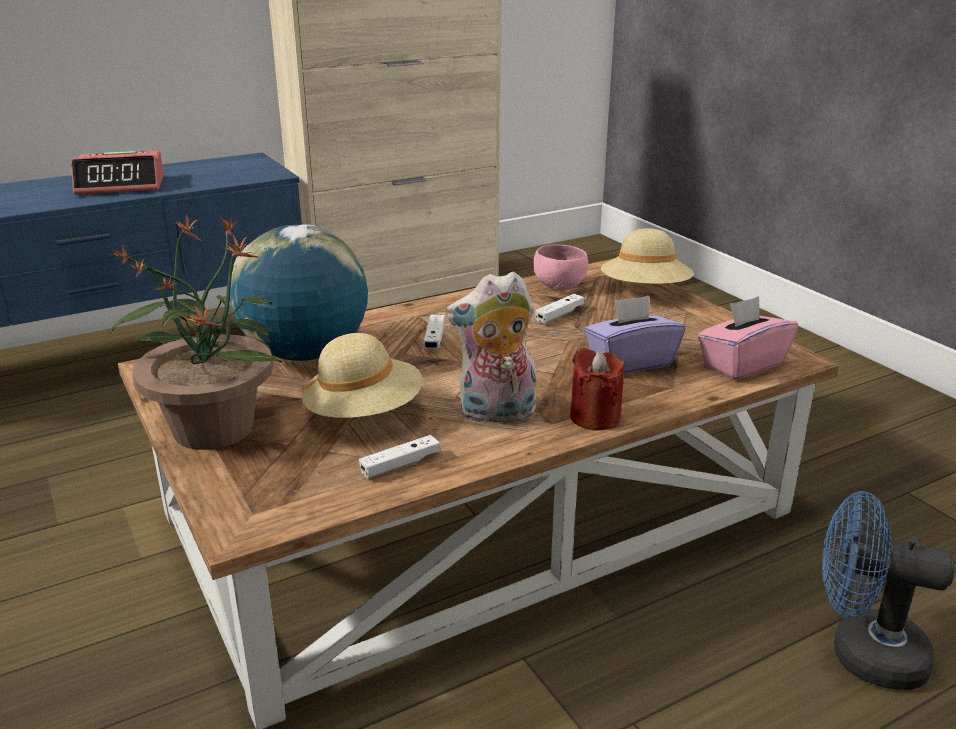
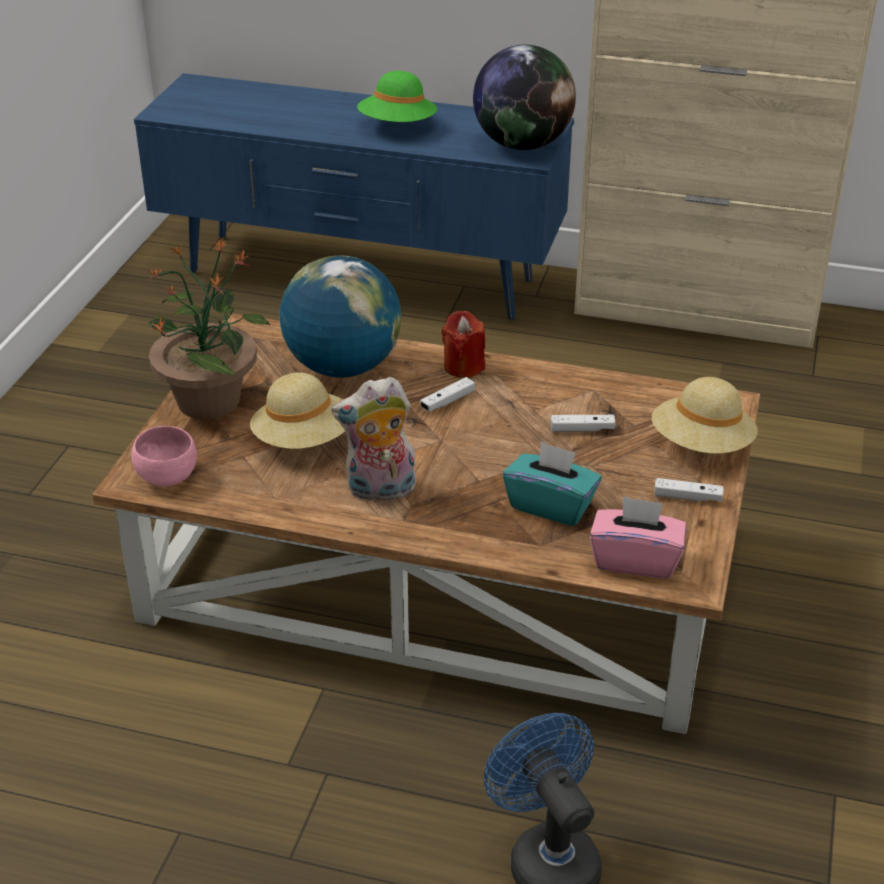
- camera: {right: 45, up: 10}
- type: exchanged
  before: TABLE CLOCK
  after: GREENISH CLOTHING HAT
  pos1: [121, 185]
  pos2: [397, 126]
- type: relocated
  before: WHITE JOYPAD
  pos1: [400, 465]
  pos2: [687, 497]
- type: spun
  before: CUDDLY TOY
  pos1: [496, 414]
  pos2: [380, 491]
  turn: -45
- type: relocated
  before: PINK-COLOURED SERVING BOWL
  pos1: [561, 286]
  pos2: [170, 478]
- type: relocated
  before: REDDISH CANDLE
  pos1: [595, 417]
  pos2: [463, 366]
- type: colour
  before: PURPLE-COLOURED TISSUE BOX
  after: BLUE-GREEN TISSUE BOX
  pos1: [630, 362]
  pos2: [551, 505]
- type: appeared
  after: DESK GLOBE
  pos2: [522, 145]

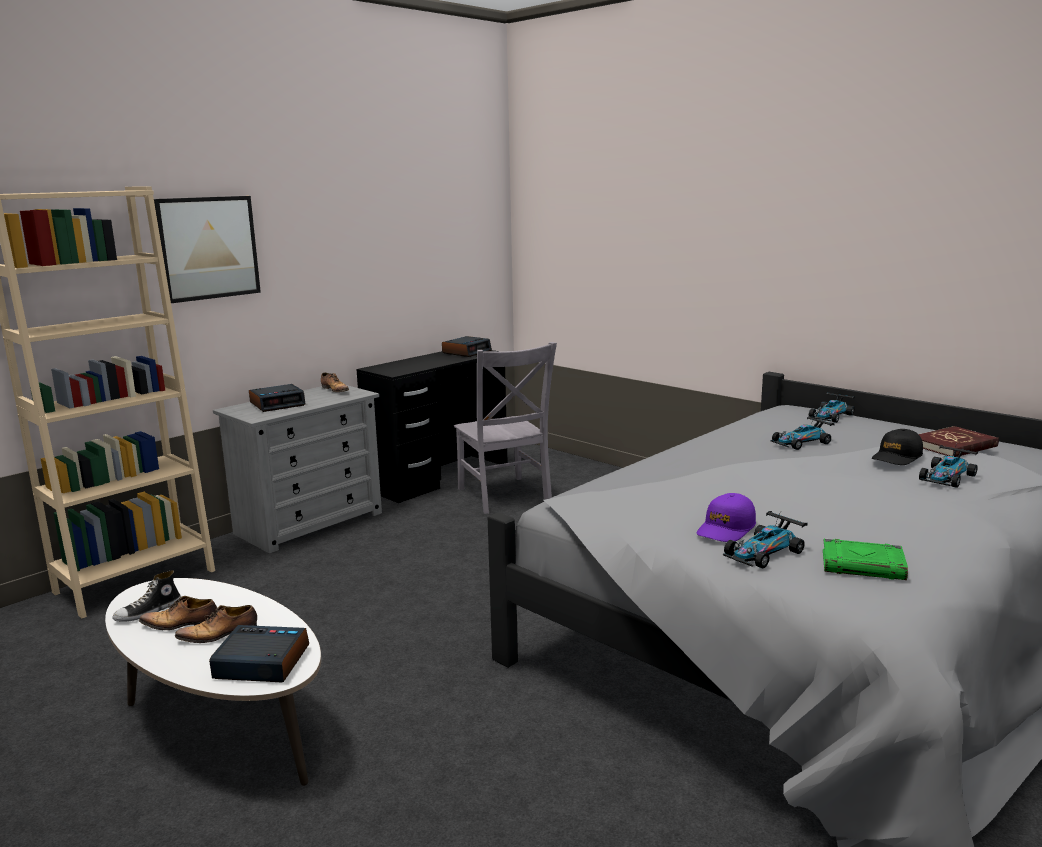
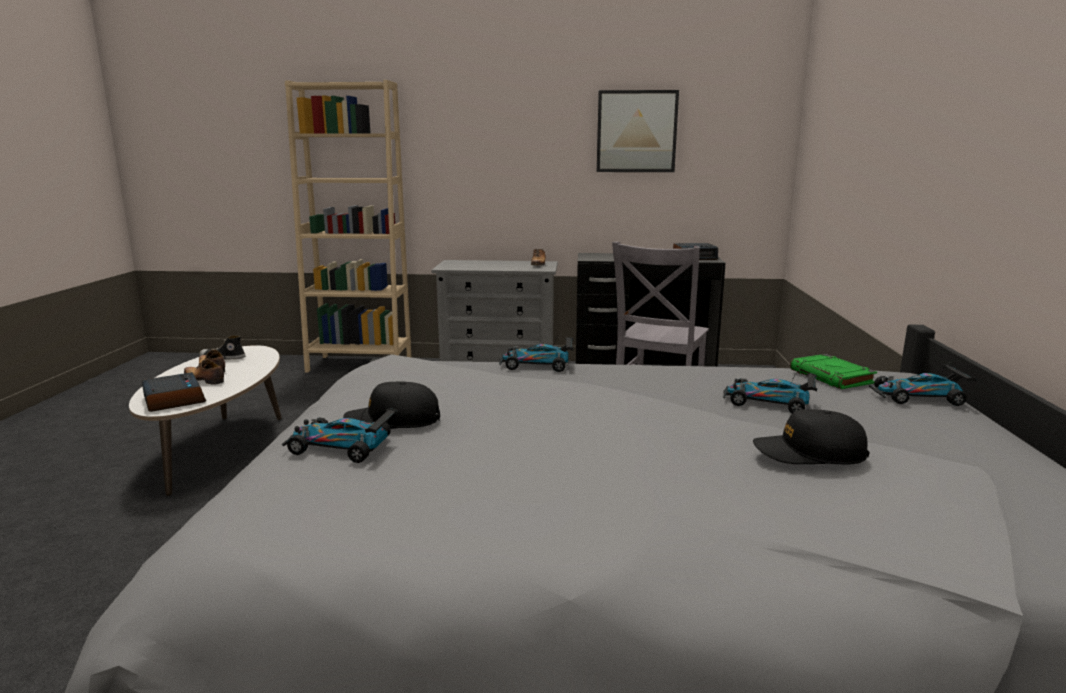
- camera: {right: 50, up: 0}
- type: relocated
  before: WALL PICTURE
  pos1: [208, 248]
  pos2: [636, 131]
- type: missing
  before: TABLE CLOCK
  pos1: [278, 404]
- type: colour
  before: PURPLE-COLOURED PEAKED CAP
  after: BLACKISH PEAKED CAP
  pos1: [726, 529]
  pos2: [393, 420]
- type: relocated
  before: GREENISH VOLUME
  pos1: [864, 565]
  pos2: [832, 377]
- type: missing
  before: REDDISH VOLUME
  pos1: [953, 445]
- type: relocated
  before: MINIATURE CAR
  pos1: [946, 477]
  pos2: [537, 365]

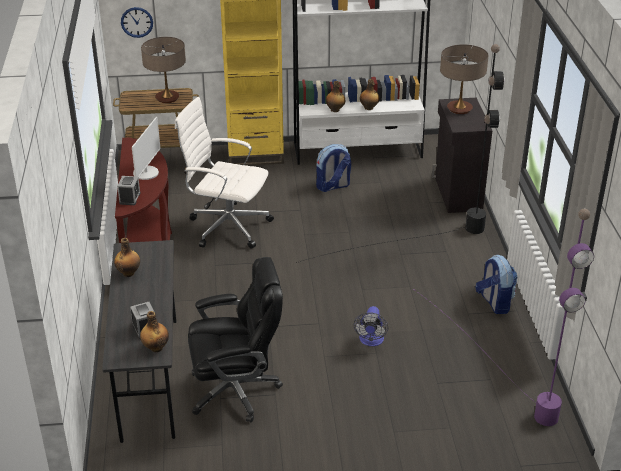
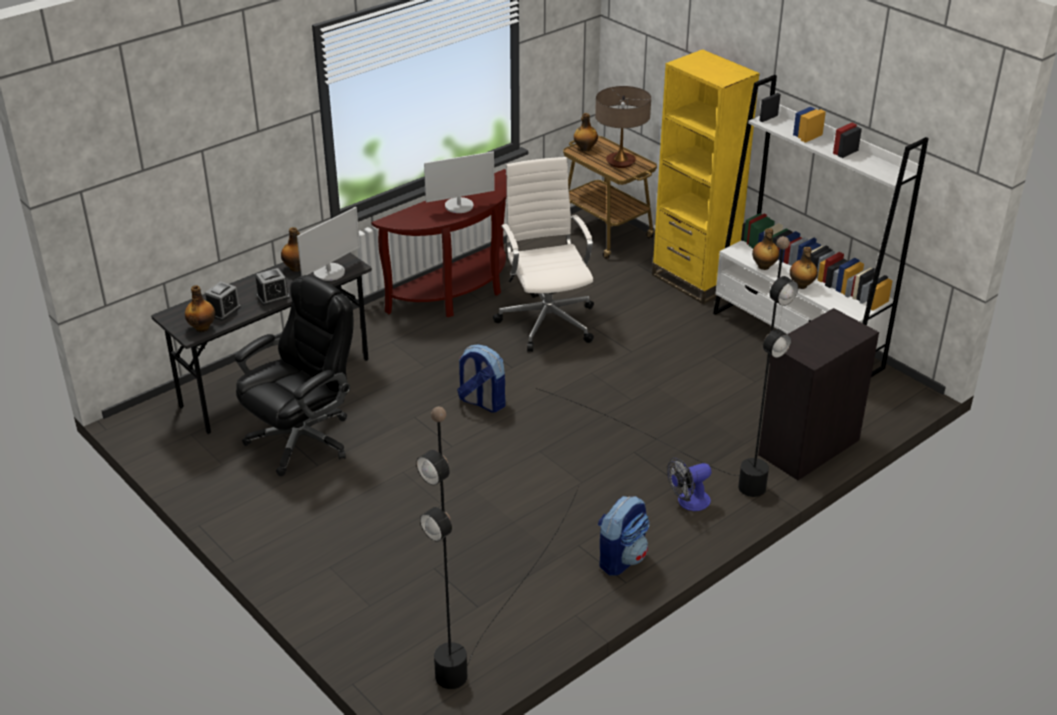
- camera: {right: 55, up: 0}
- type: relocated
  before: TABLE CLOCK
  pos1: [130, 198]
  pos2: [273, 297]
- type: missing
  before: WALL CLOCK
  pos1: [137, 22]
- type: spun
  before: BLACKISH COMPUTER CHAIR
  pos1: [236, 390]
  pos2: [303, 439]
  turn: -90
- type: relocated
  before: KNAPSACK
  pos1: [333, 186]
  pos2: [481, 402]
- type: relocated
  before: ELECTRIC FAN
  pos1: [371, 341]
  pos2: [688, 502]
- type: colour
  before: PURPLE-COLOURED STANDARD LAMP
  after: BLACKISH STANDARD LAMP
  pos1: [506, 377]
  pos2: [493, 618]
- type: missing
  before: TABLETOP LAMP
  pos1: [459, 109]
- type: appeared
  after: MONITOR
  pos2: [329, 272]
- type: appeared
  after: BOTTLE
  pos2: [585, 149]

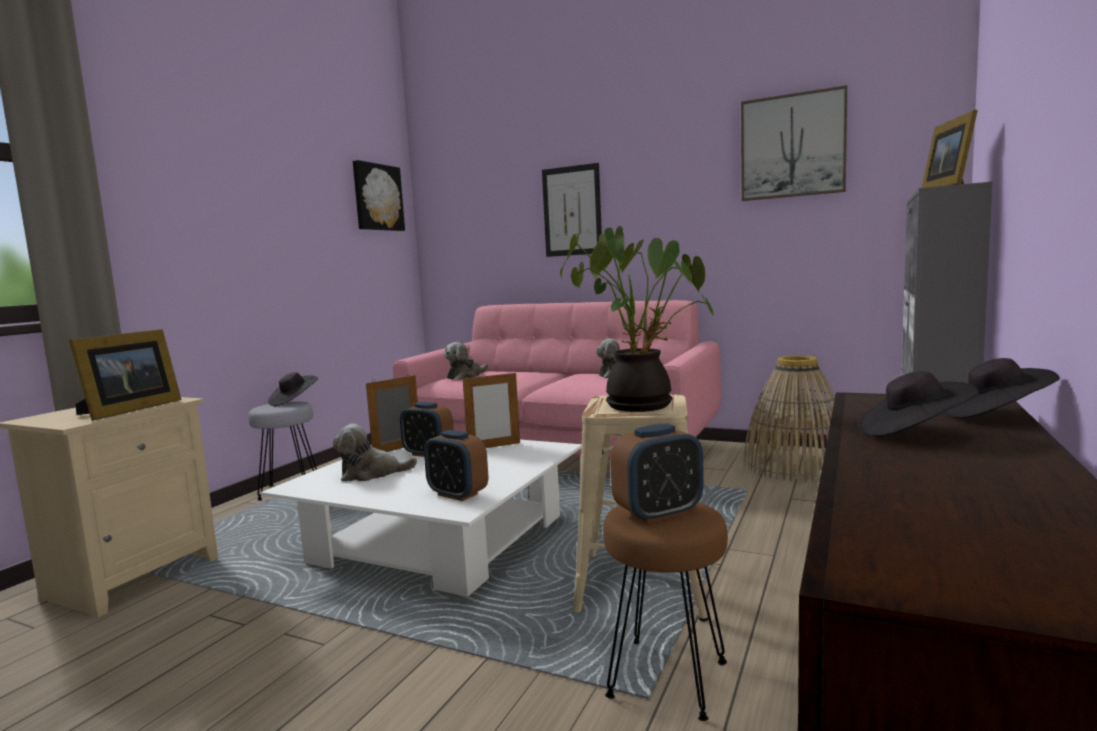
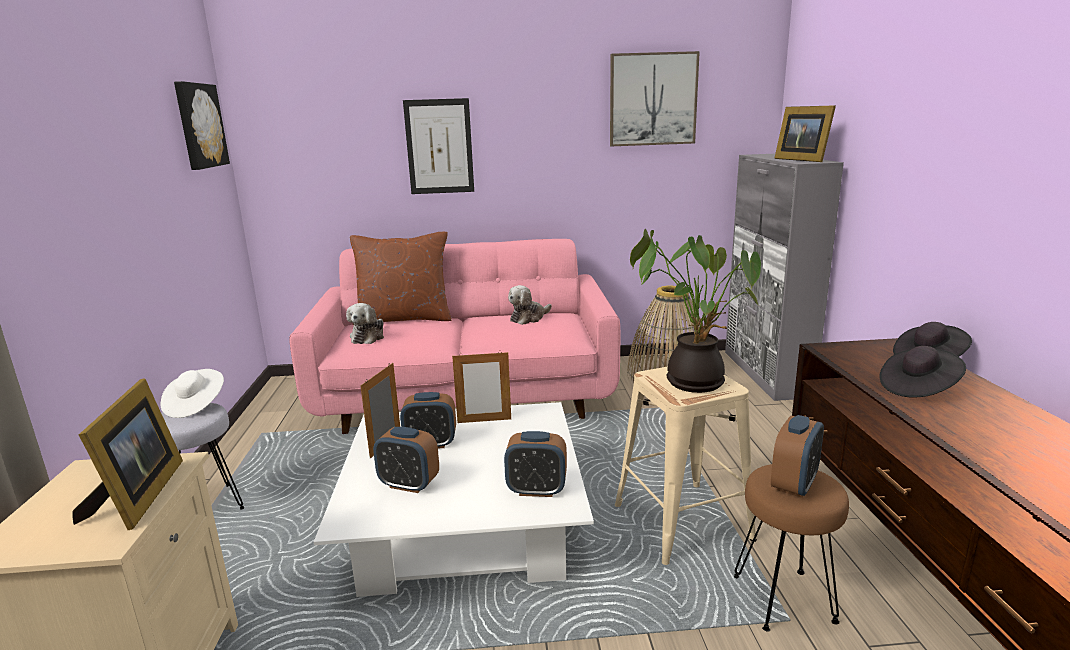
- camera: {right: -30, up: 10}
- type: colour
  before: BLACKISH CLOTHING HAT
  after: WHITE CLOTHING HAT
  pos1: [294, 401]
  pos2: [195, 405]
- type: exchanged
  before: CUDDLY TOY
  after: TABLE CLOCK
  pos1: [371, 474]
  pos2: [409, 484]
- type: spun
  before: PICTURE FRAME
  pos1: [494, 446]
  pos2: [484, 421]
  turn: 45
- type: appeared
  after: BROWN PILLOW
  pos2: [404, 318]

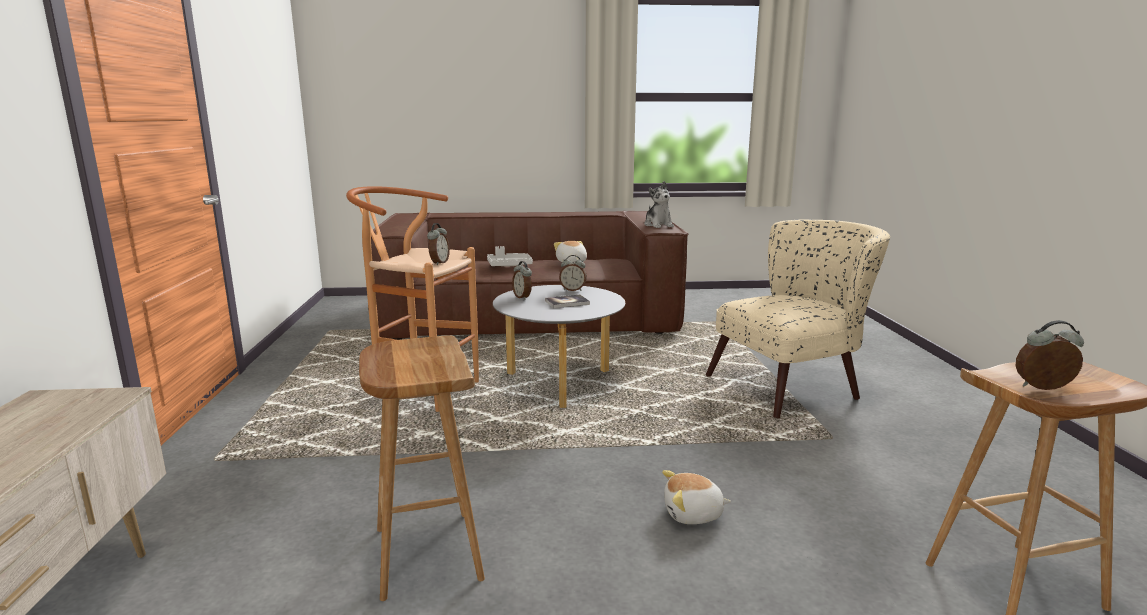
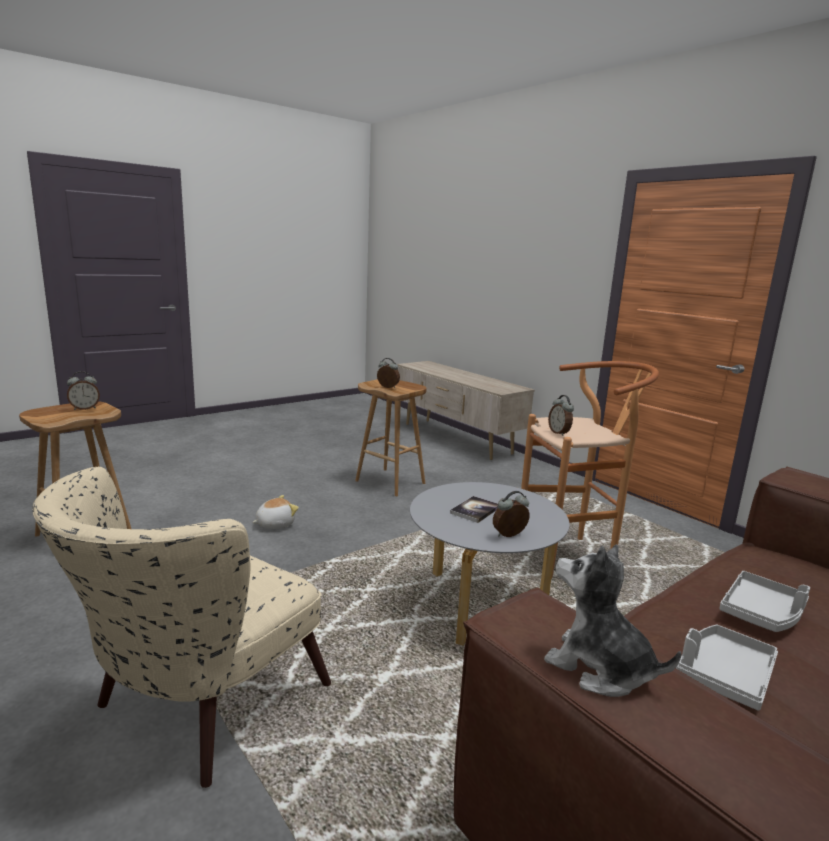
- camera: {right: 145, up: 0}
- type: relocated
  before: TABLE CLOCK
  pos1: [523, 297]
  pos2: [387, 387]
- type: exchanged
  before: CUDDLY TOY
  after: GREYISH TRAY
  pos1: [571, 262]
  pos2: [724, 674]

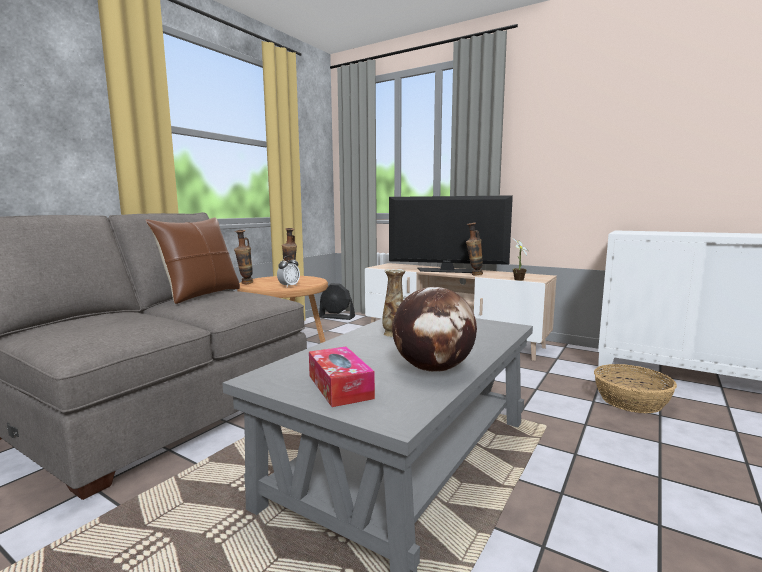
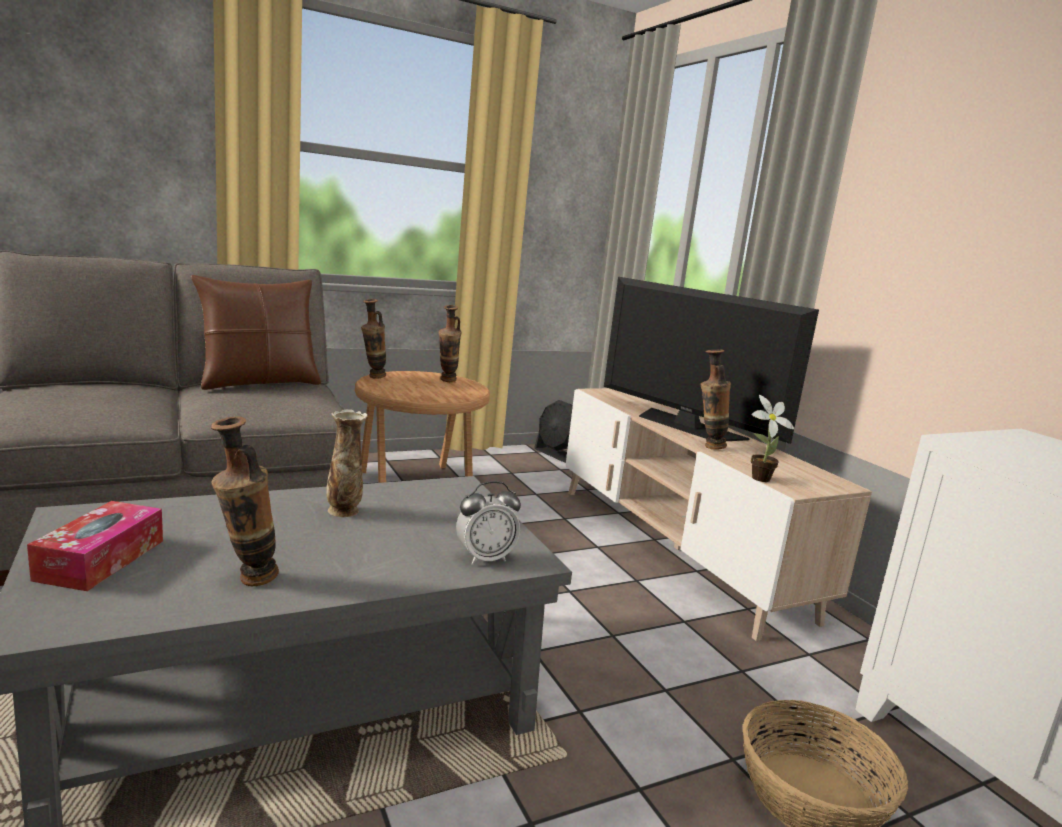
- camera: {right: 30, up: 5}
- type: relocated
  before: TABLE CLOCK
  pos1: [289, 286]
  pos2: [485, 558]
- type: exchanged
  before: DESK GLOBE
  after: DECORATIVE VASE
  pos1: [434, 369]
  pos2: [246, 581]

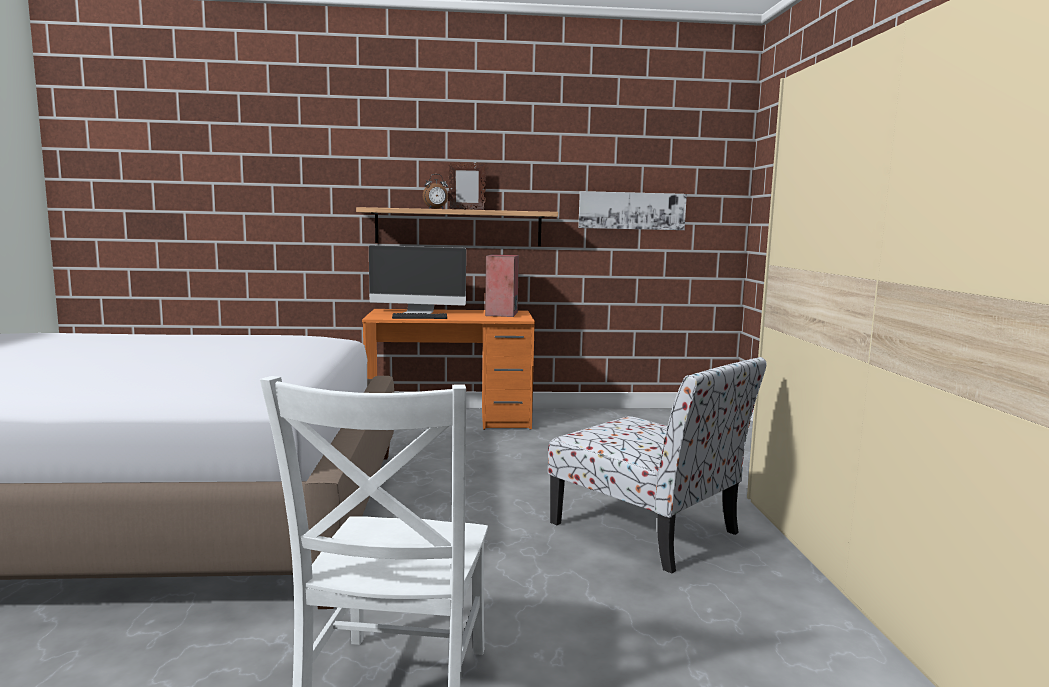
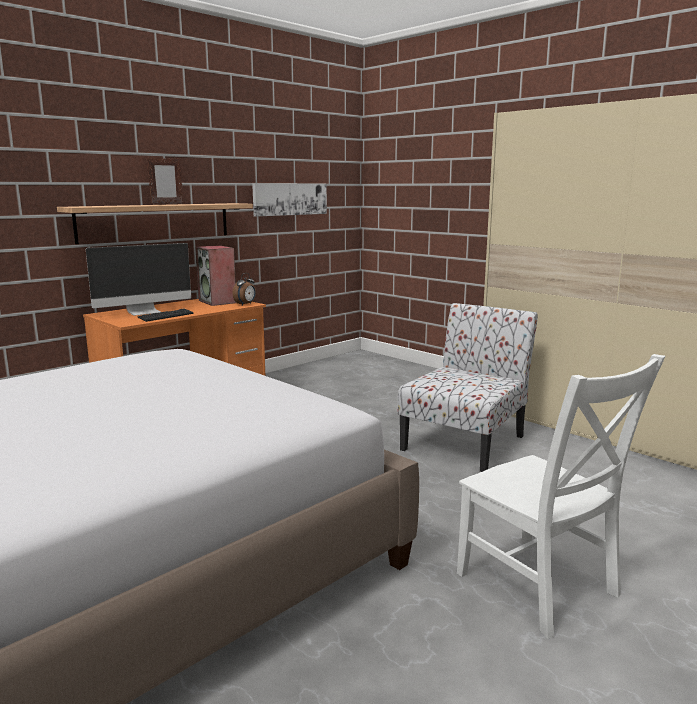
- camera: {right: -40, up: 5}
- type: relocated
  before: TABLE CLOCK
  pos1: [436, 208]
  pos2: [245, 304]
- type: spun
  before: CHAIR
  pos1: [648, 529]
  pos2: [465, 442]
  turn: -60

